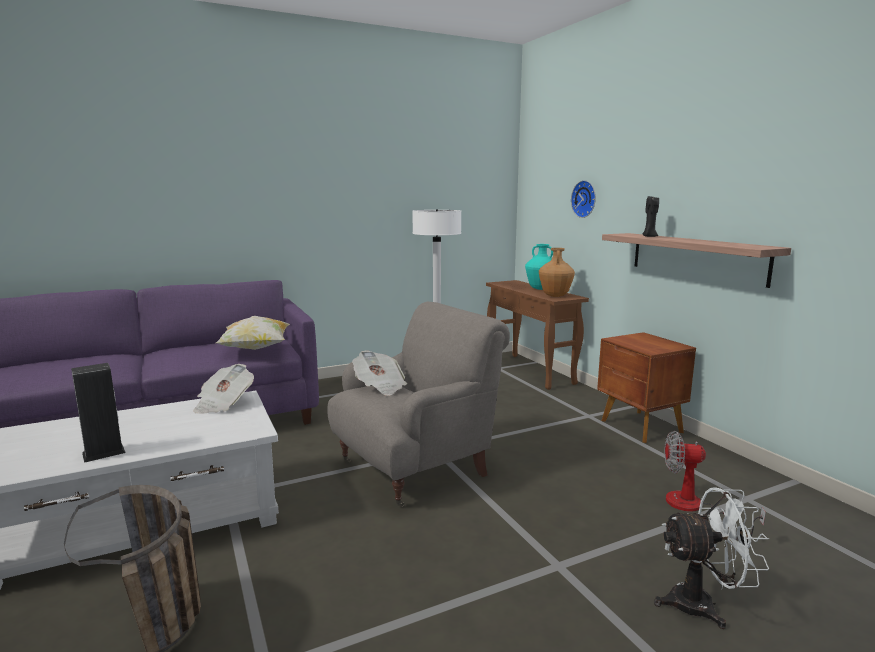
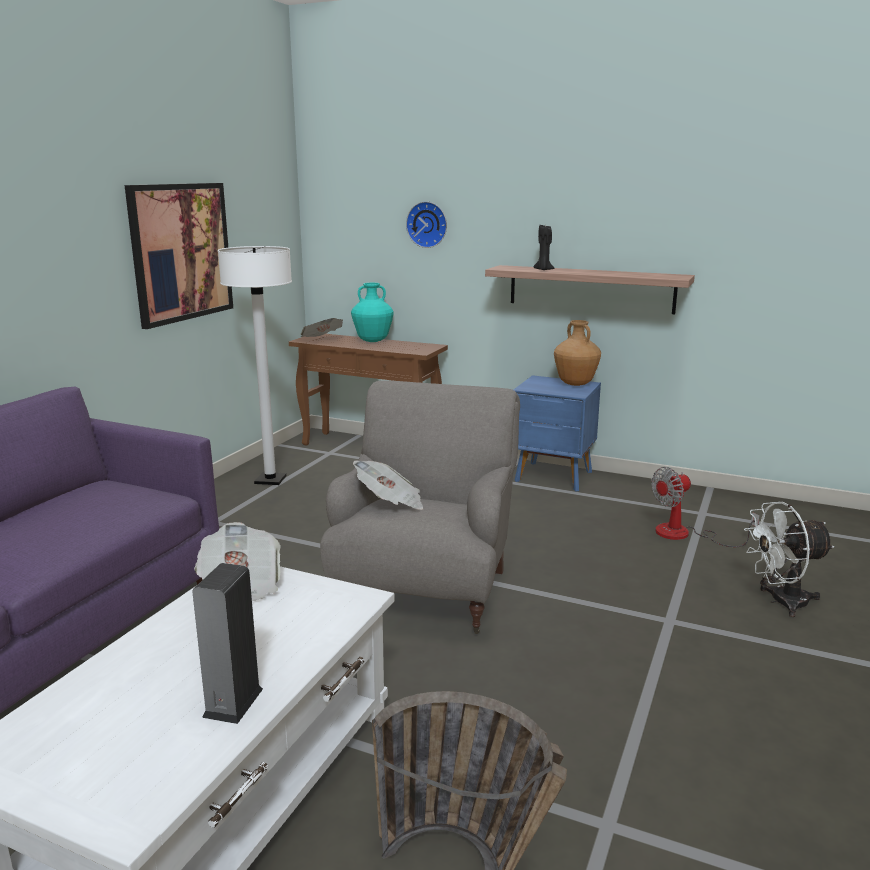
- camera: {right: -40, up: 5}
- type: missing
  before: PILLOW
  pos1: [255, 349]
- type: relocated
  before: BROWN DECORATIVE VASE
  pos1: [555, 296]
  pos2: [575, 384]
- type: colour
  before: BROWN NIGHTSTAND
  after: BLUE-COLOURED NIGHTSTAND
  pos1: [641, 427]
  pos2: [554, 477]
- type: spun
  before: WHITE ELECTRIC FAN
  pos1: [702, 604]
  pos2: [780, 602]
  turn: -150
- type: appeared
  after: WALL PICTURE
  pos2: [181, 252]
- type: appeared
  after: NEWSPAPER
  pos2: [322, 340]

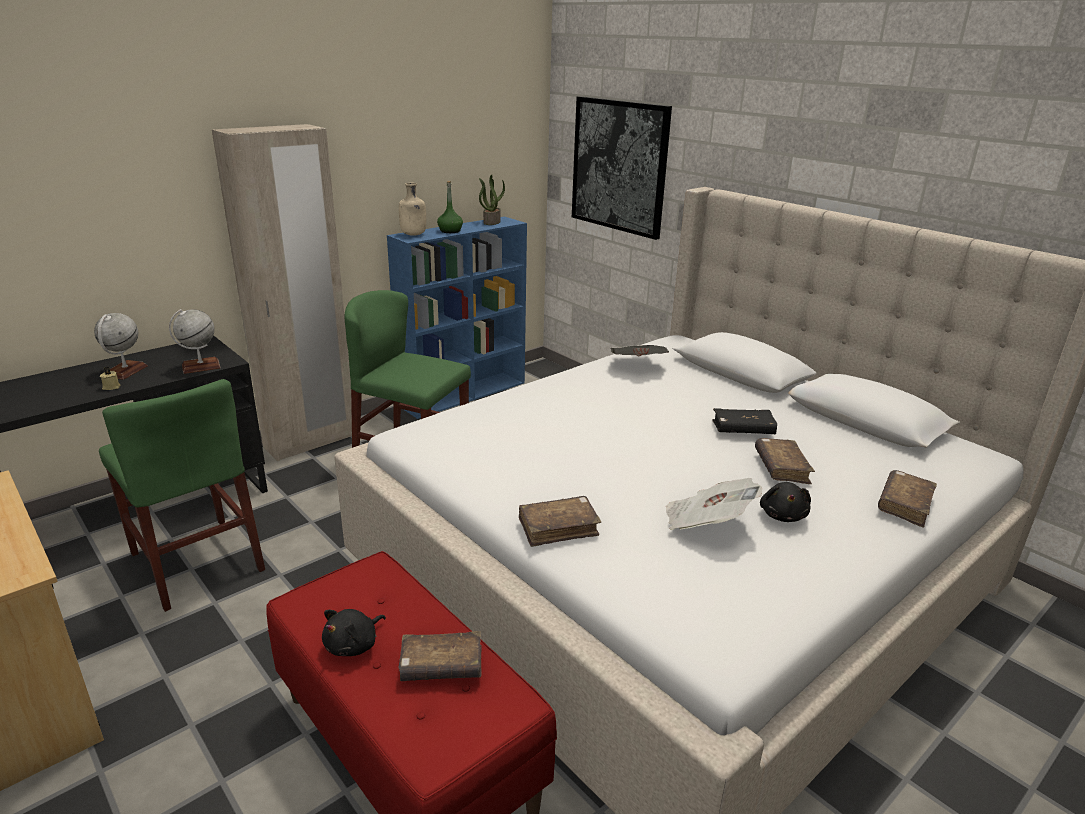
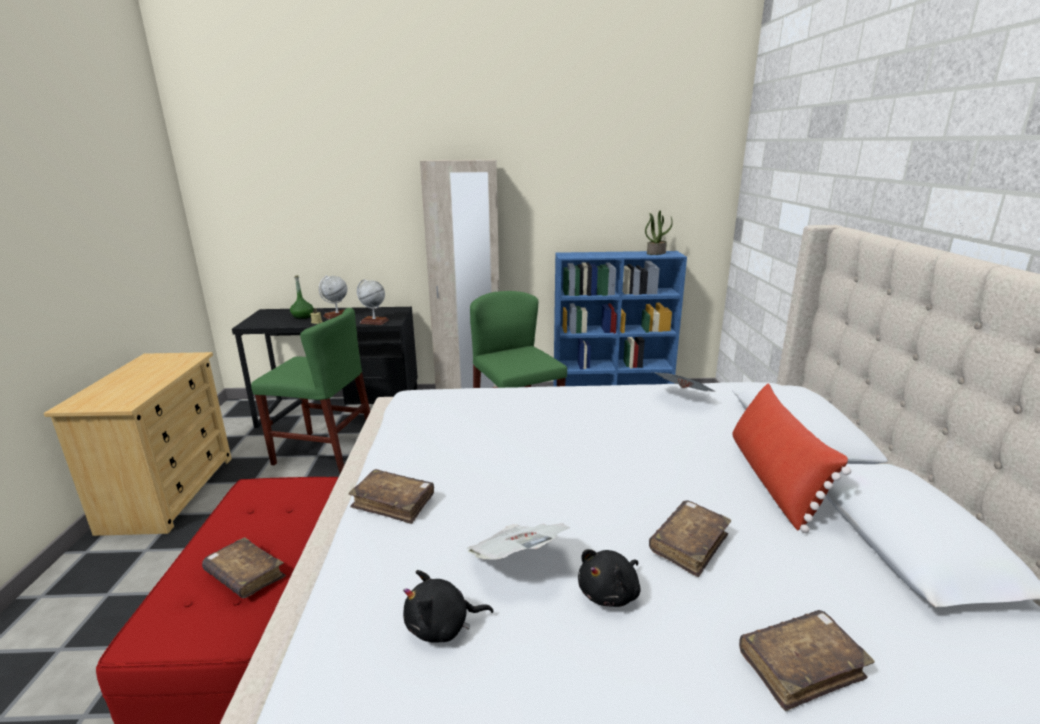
- camera: {right: 40, up: -5}
- type: spun
  before: GREENISH CHAIR
  pos1: [196, 561]
  pos2: [325, 452]
  turn: -75
- type: relocated
  before: BLACKISH CUDDLY TOY
  pos1: [354, 645]
  pos2: [442, 626]
- type: missing
  before: BEIGE BOTTLE
  pos1: [413, 234]
- type: relocated
  before: GREENISH BOTTLE
  pos1: [450, 231]
  pos2: [302, 317]
- type: missing
  before: WALL PICTURE
  pos1: [619, 166]
- type: missing
  before: BLACKISH VOLUME
  pos1: [743, 429]
- type: appeared
  after: REDDISH PILLOW
  pos2: [773, 480]

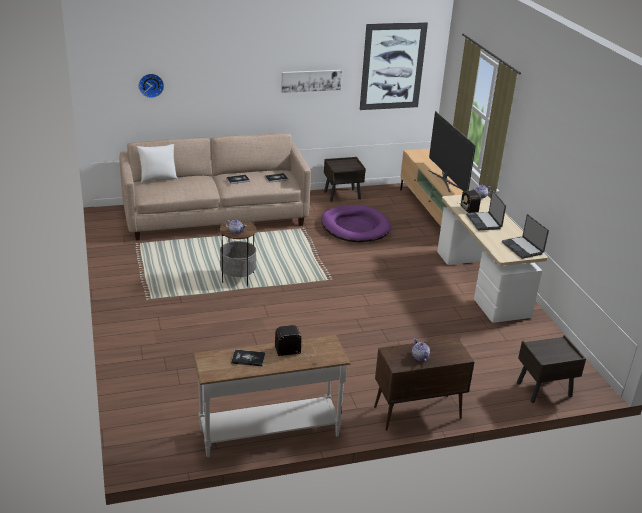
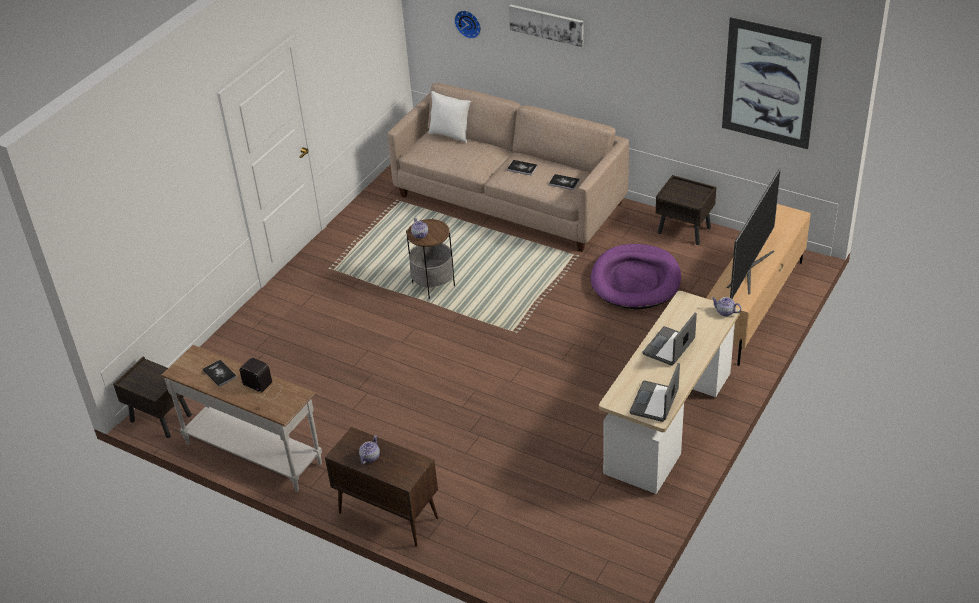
- camera: {right: 50, up: 10}
- type: relocated
  before: WALL PICTURE
  pos1: [311, 80]
  pos2: [546, 24]
- type: missing
  before: RADIO
  pos1: [467, 205]
- type: relocated
  before: BROWN NIGHTSTAND
  pos1: [543, 390]
  pos2: [160, 418]

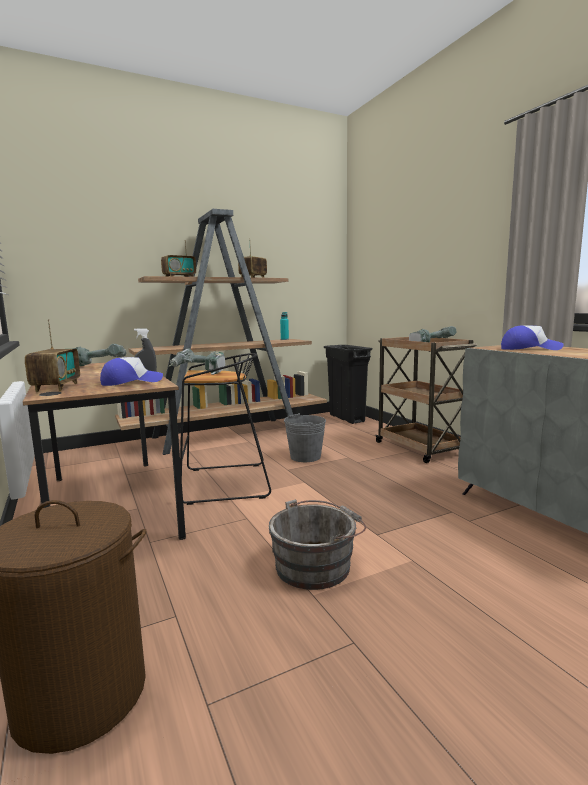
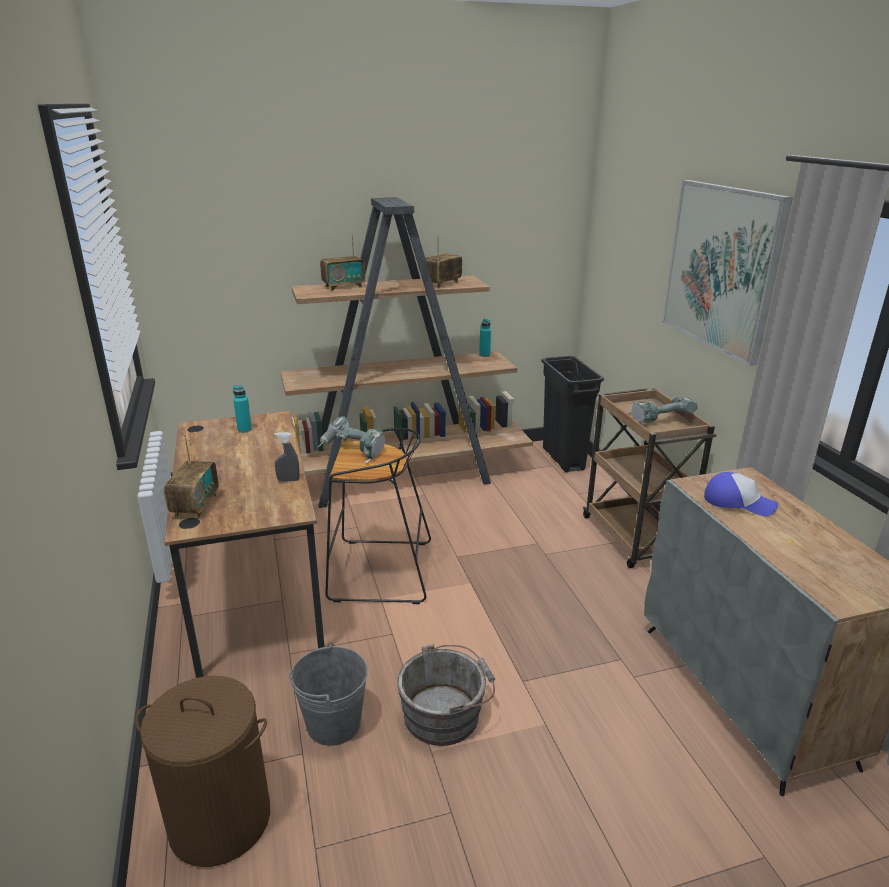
- camera: {right: 10, up: 15}
- type: exchanged
  before: DRILL
  after: BLUE-GREEN BOTTLE
  pos1: [101, 365]
  pos2: [244, 429]
- type: missing
  before: PEAKED CAP
  pos1: [131, 382]
- type: relocated
  before: GREYISH PAIL
  pos1: [305, 457]
  pos2: [333, 723]
- type: appeared
  after: WALL PICTURE
  pos2: [721, 268]

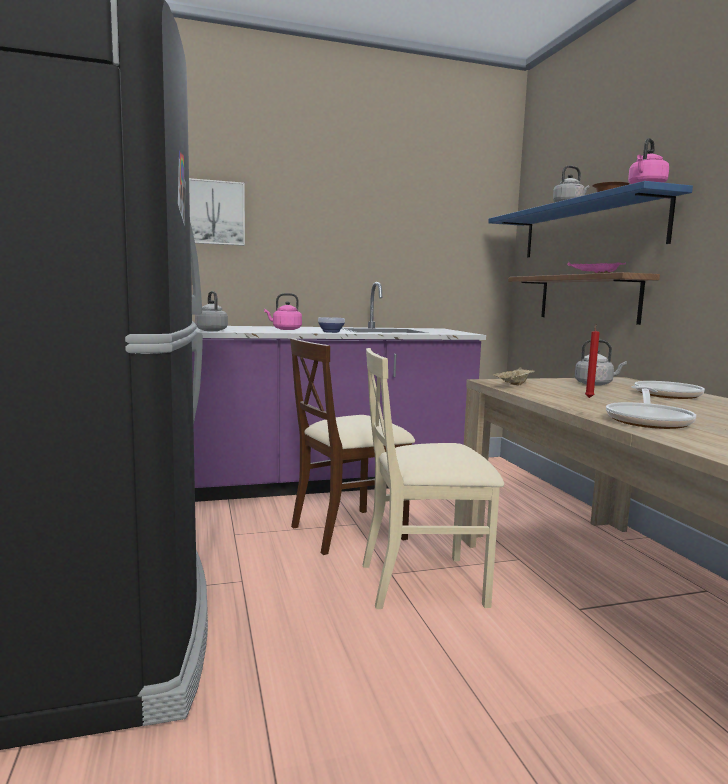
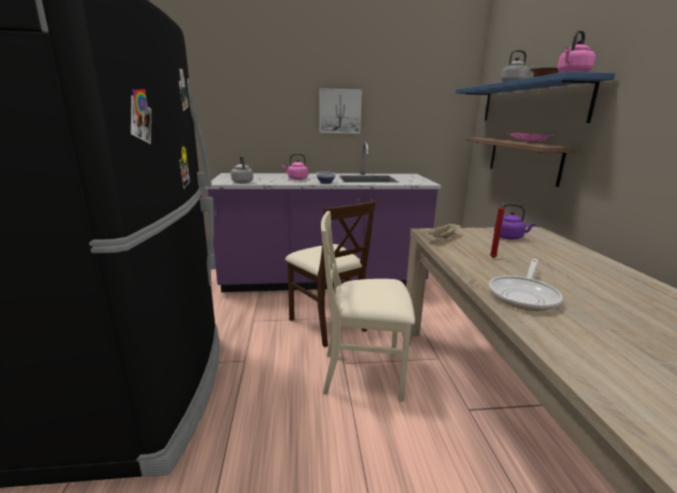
- camera: {right: 10, up: 10}
- type: relocated
  before: WALL PICTURE
  pos1: [213, 213]
  pos2: [339, 111]
- type: spun
  before: BEIGE CHAIR
  pos1: [348, 531]
  pos2: [327, 323]
  turn: -105
- type: colour
  before: GREYISH TEA KETTLE
  after: PURPLE-COLOURED TEA KETTLE
  pos1: [595, 384]
  pos2: [510, 237]
- type: missing
  before: FRYING PAN
  pos1: [664, 395]

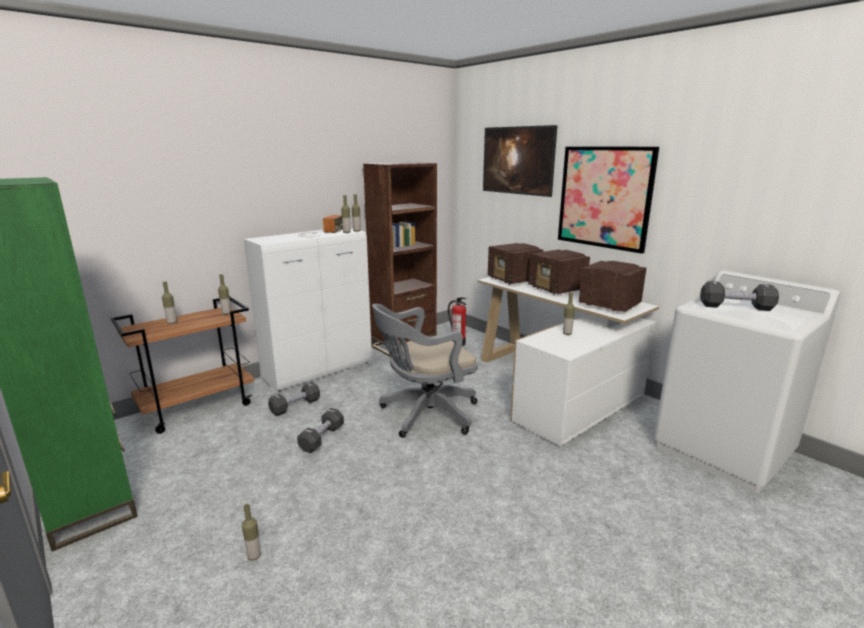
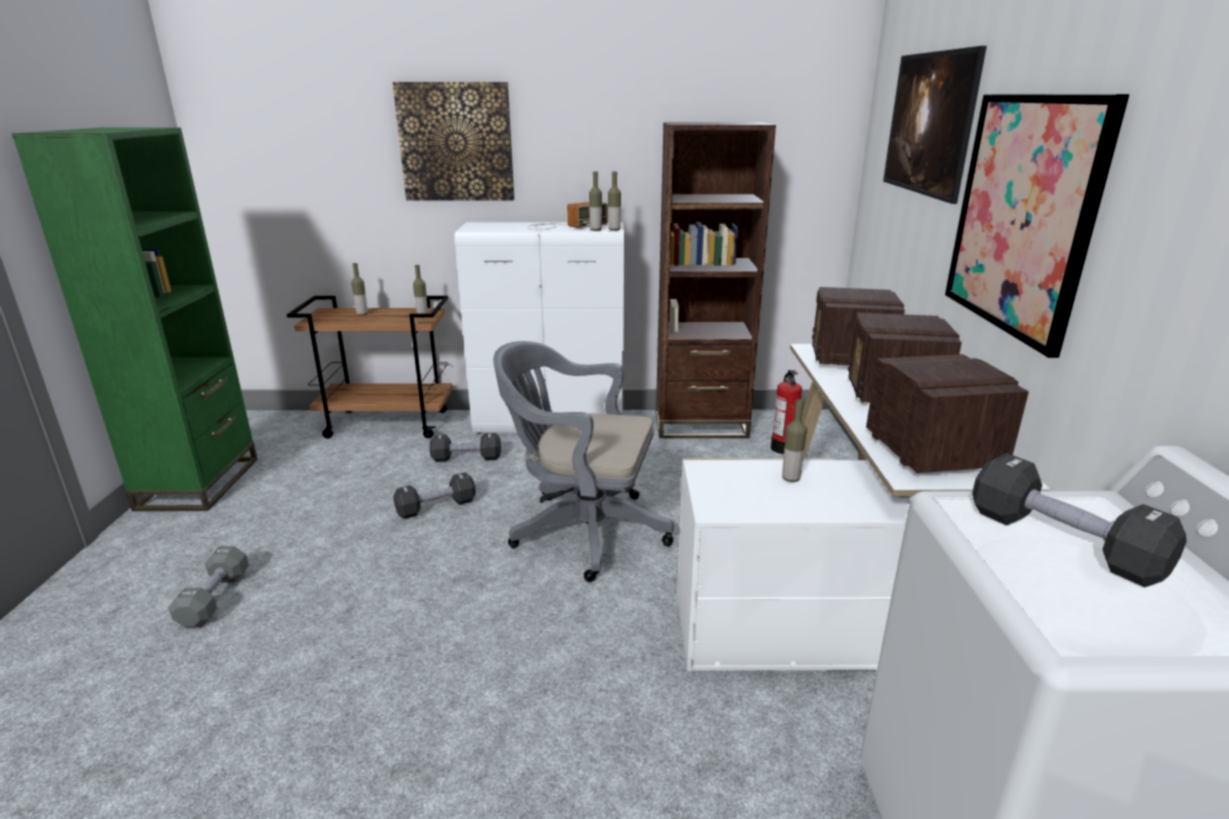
- camera: {right: 40, up: 5}
- type: exchanged
  before: BOTTLE
  after: GREYISH FREE WEIGHT
  pos1: [254, 556]
  pos2: [214, 599]
- type: appeared
  after: WALL PICTURE
  pos2: [456, 142]

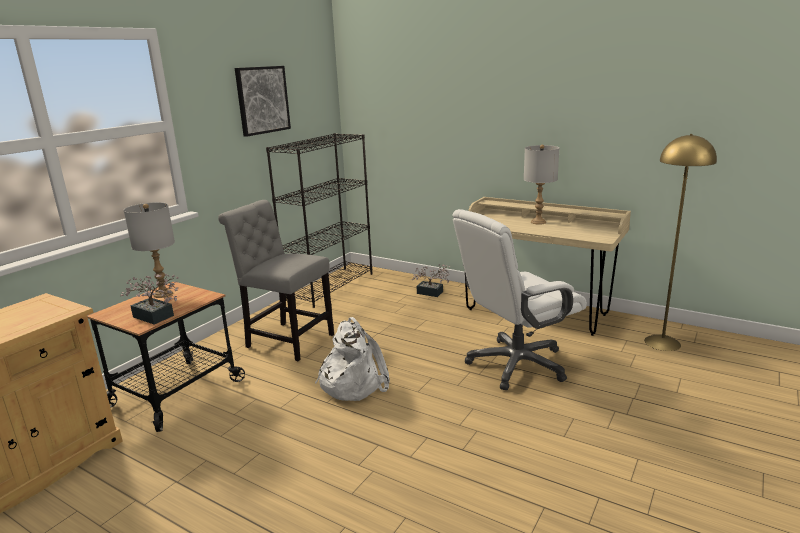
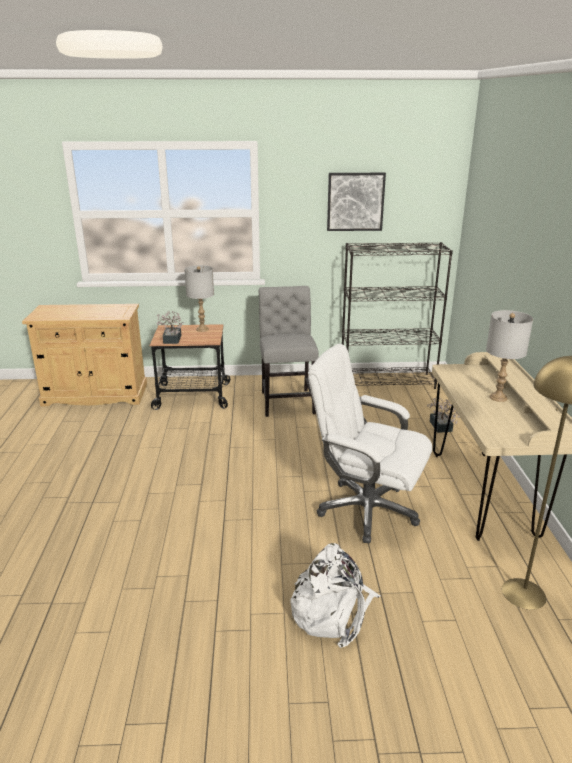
- camera: {right: 55, up: 5}
- type: relocated
  before: WHITE KNAPSACK
  pos1: [352, 383]
  pos2: [332, 611]

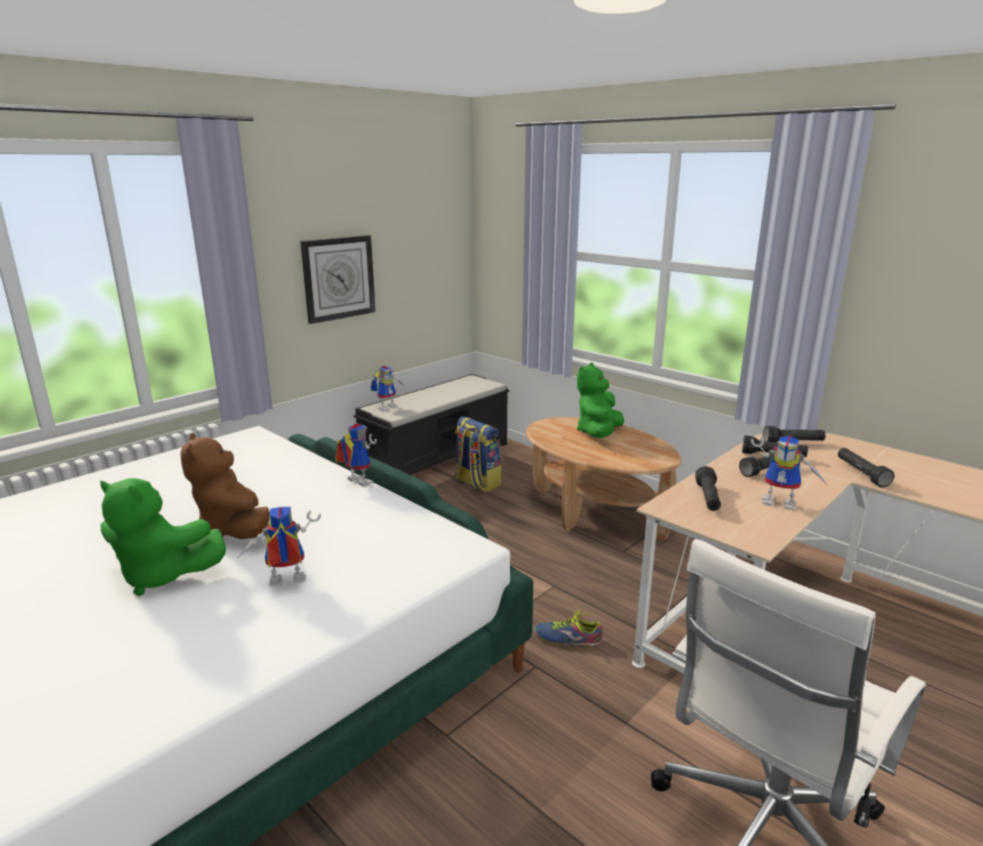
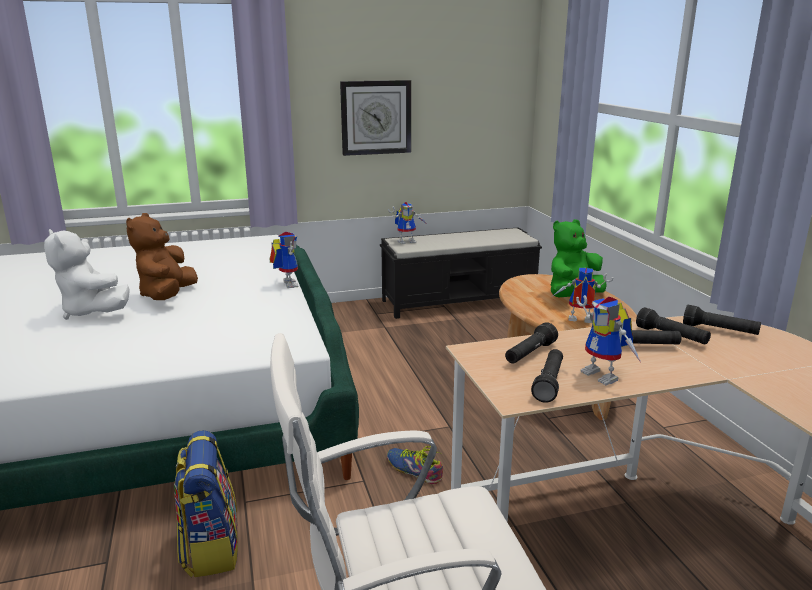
- camera: {right: 30, up: 0}
- type: colour
  before: GREENISH CUDDLY TOY
  after: WHITE CUDDLY TOY
  pos1: [162, 576]
  pos2: [92, 312]
- type: relocated
  before: ROBOT FIGURE
  pos1: [284, 583]
  pos2: [578, 321]
- type: relocated
  before: KNAPSACK
  pos1: [476, 483]
  pos2: [210, 547]
- type: relocated
  before: BLACKISH HAND TORCH
  pos1: [861, 473]
  pos2: [549, 383]

